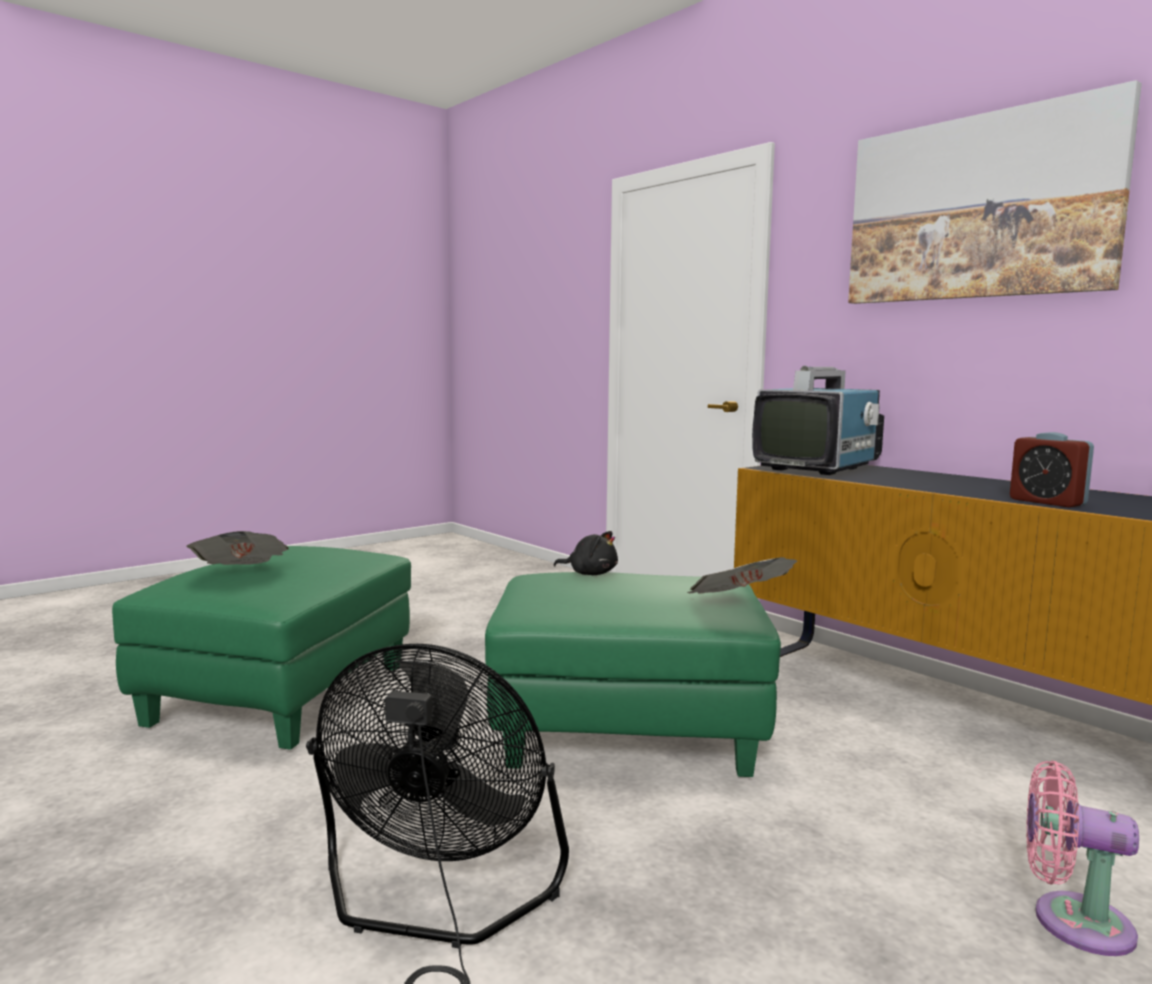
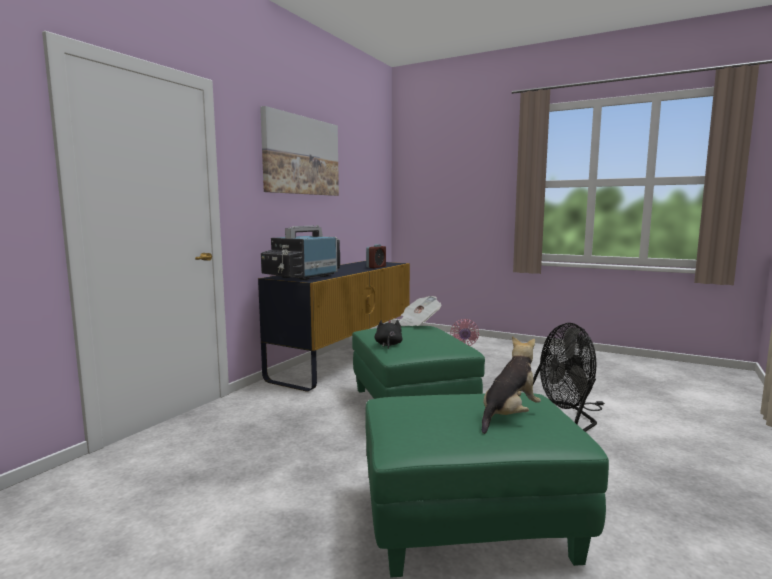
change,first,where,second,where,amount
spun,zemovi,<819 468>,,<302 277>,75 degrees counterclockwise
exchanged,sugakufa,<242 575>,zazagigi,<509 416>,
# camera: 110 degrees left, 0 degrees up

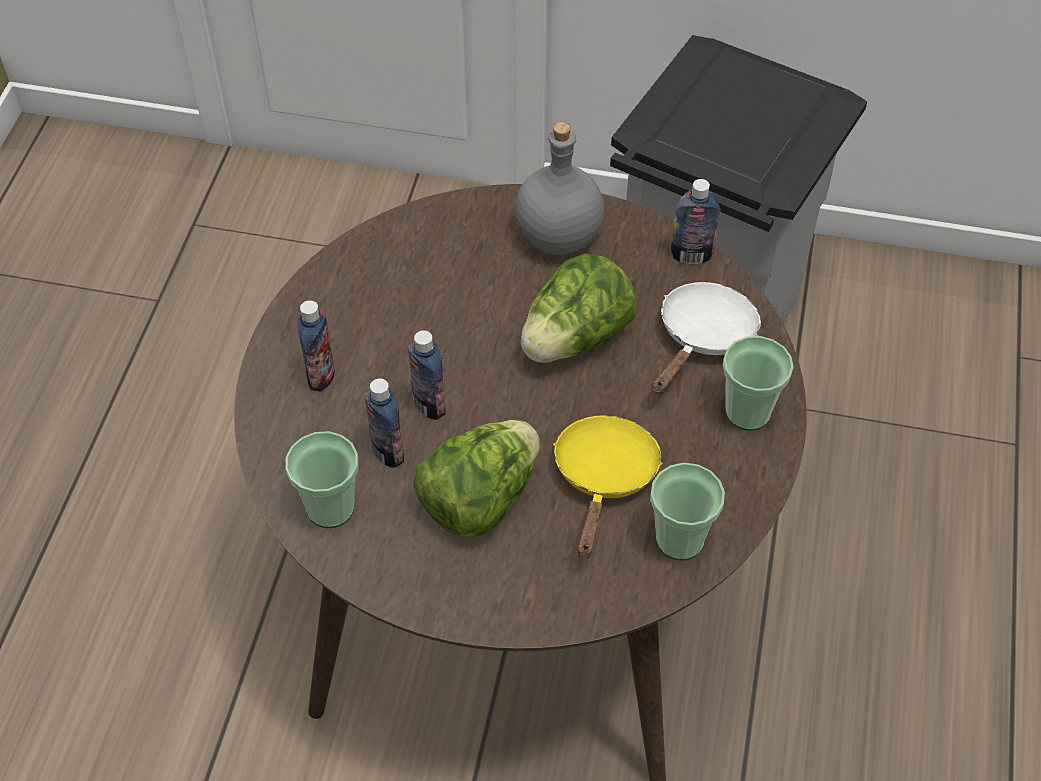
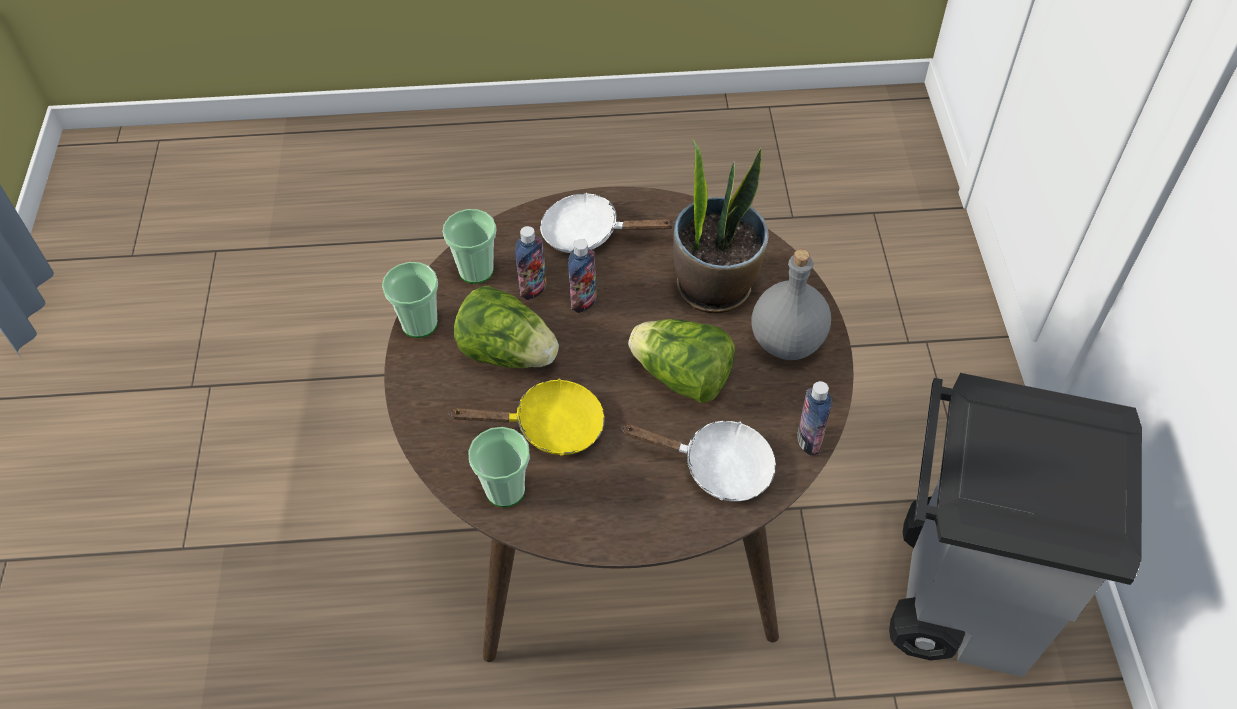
change,first,where,second,where,amount
relocated,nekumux,<748 412>,,<419 324>,
exchanged,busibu,<321 376>,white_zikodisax,<589 233>,
appeared,,,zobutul,<714 286>,
# camera: 75 degrees right, 0 degrees up

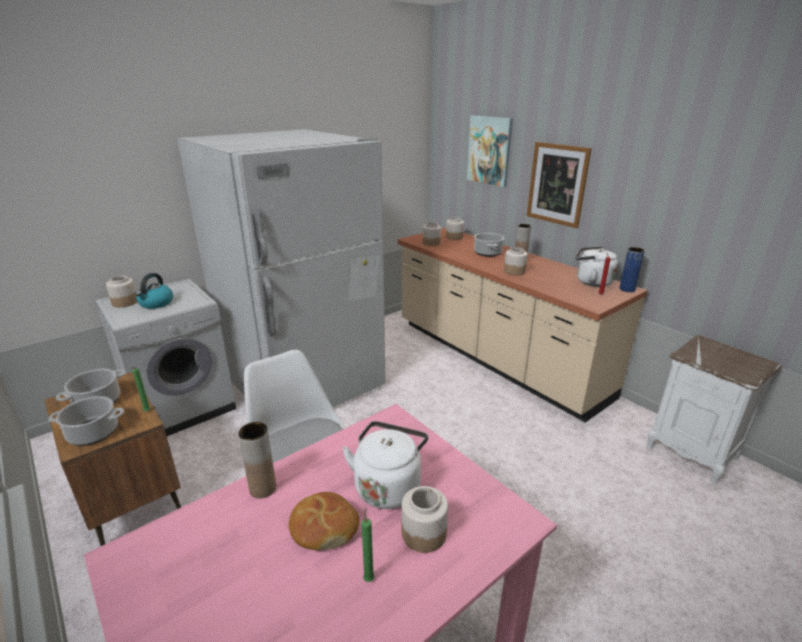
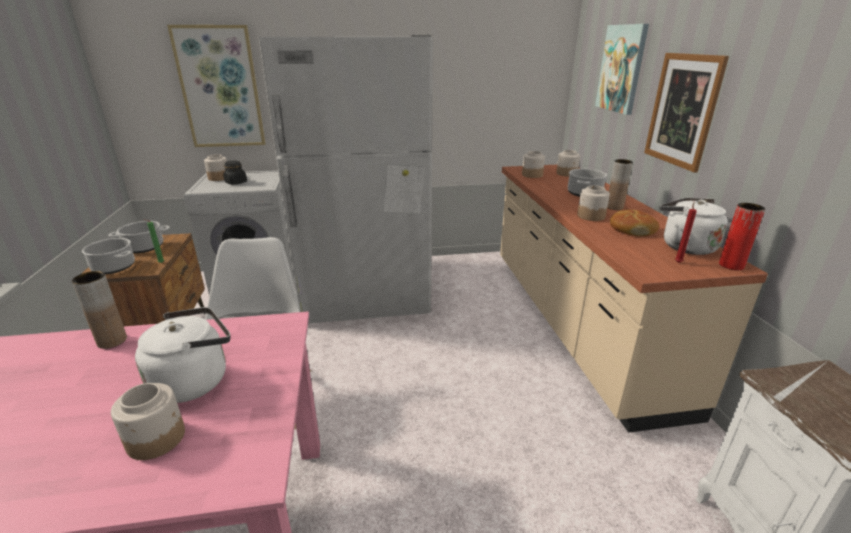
change,first,where,second,where,amount
appeared,,,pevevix,<220 88>,
exchanged,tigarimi,<156 303>,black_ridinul,<236 182>,
relocated,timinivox,<323 528>,,<631 230>,
colour,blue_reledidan,<627 289>,red_reledidan,<731 265>,
missing,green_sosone,<369 578>,,,
# camera: 30 degrees right, 0 degrees up

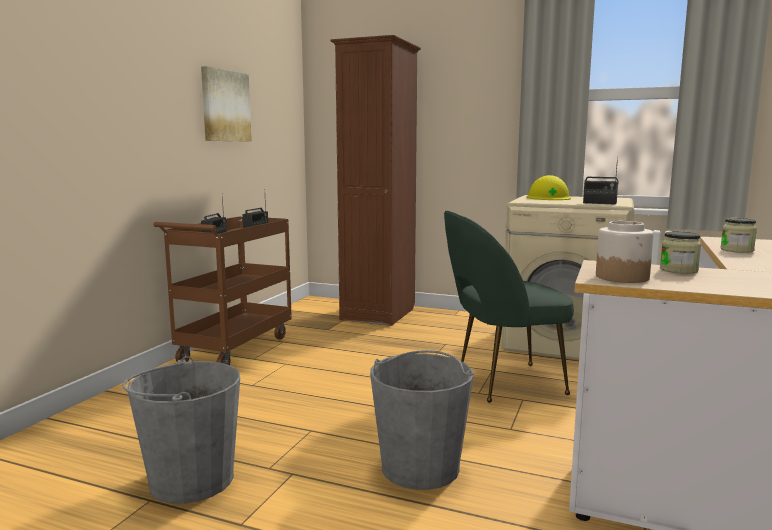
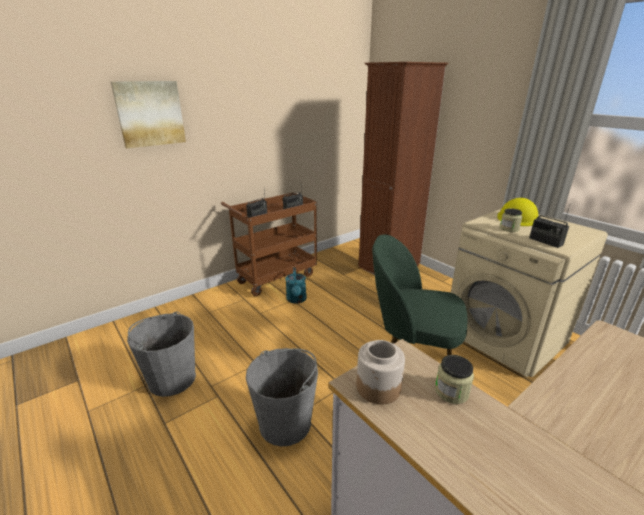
change,first,where,second,where,amount
relocated,pevevix,<225 106>,,<150 113>,
appeared,,,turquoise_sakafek,<296 300>,
relocated,ridinul,<736 250>,,<509 229>,
# camera: 30 degrees right, 15 degrees up

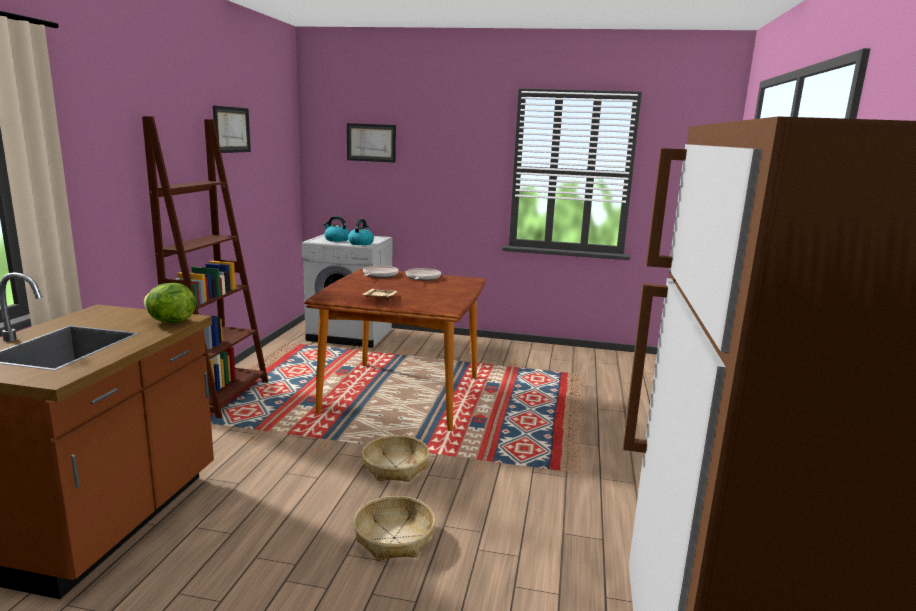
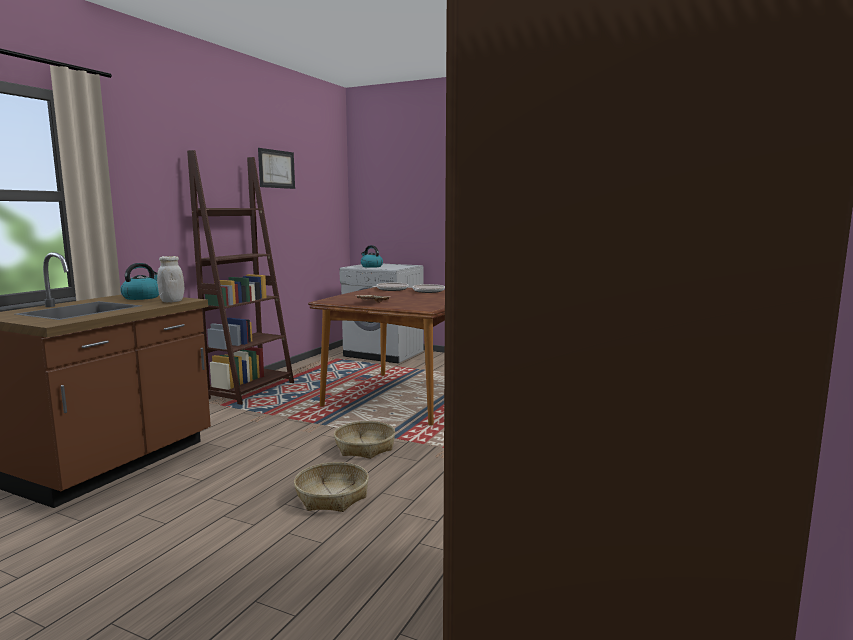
change,first,where,second,where,amount
relocated,tigarimi,<361 243>,,<142 297>,
exchanged,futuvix,<170 322>,white_ridinul,<172 301>,
missing,pevevix,<371 142>,,,
# camera: 15 degrees right, 5 degrees down

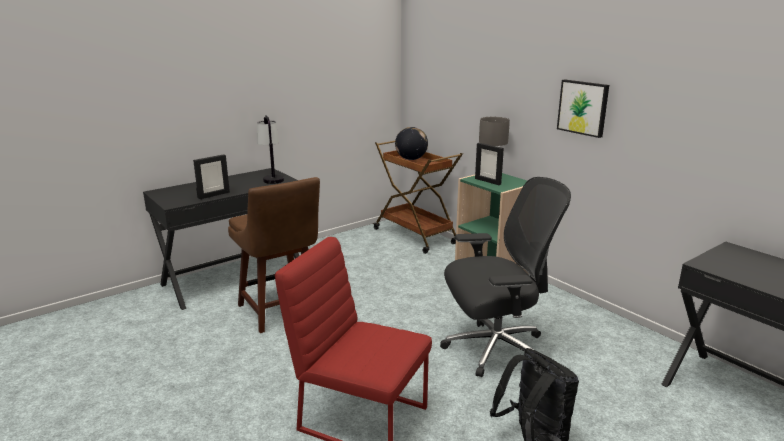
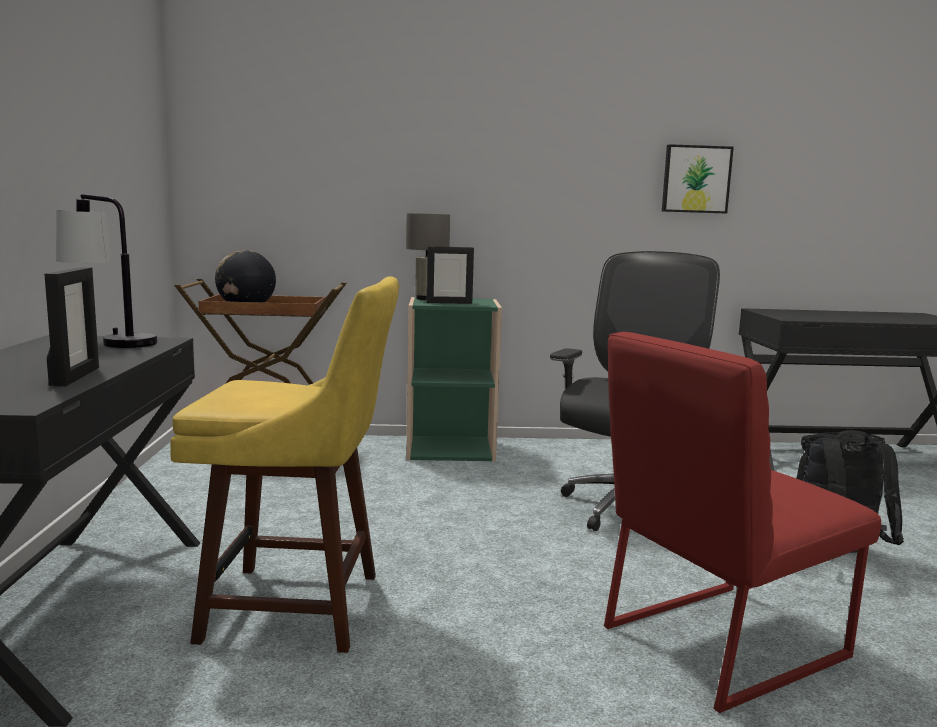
change,first,where,second,where,amount
colour,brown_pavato,<280 311>,yellow_pavato,<300 607>,
relocated,pevevix,<583 107>,,<696 179>,
# camera: 55 degrees left, 10 degrees down

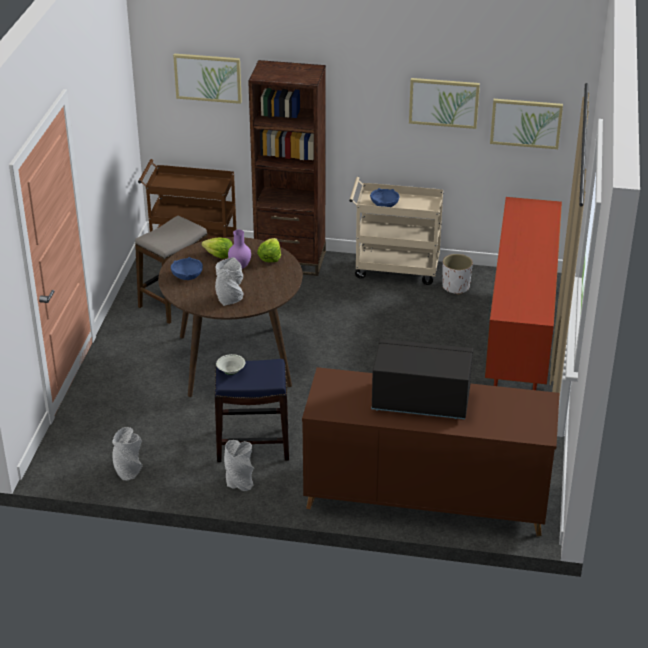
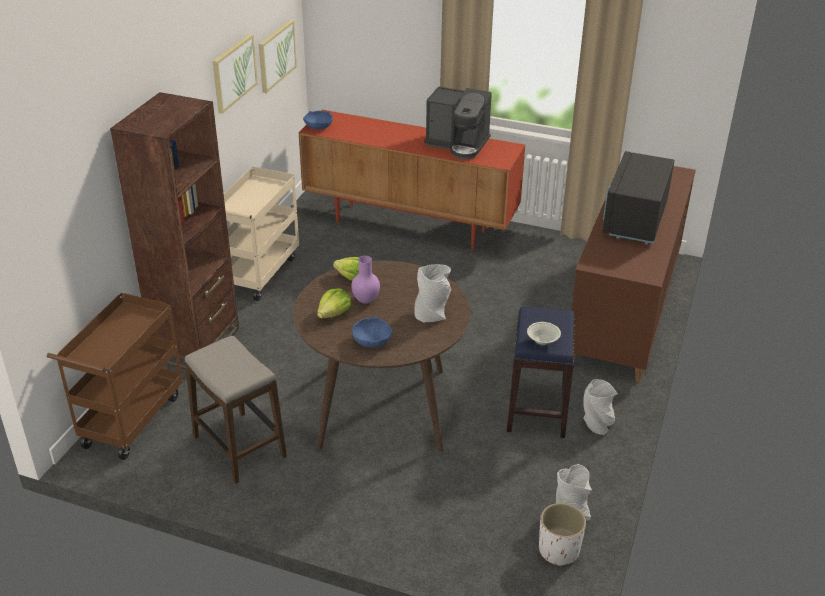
change,first,where,second,where,amount
relocated,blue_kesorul,<384 204>,,<319 127>,
appeared,,,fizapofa,<458 144>,
relocated,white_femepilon,<455 287>,,<558 551>,
missing,pevevix,<208 77>,,,
# camera: 80 degrees left, 0 degrees up

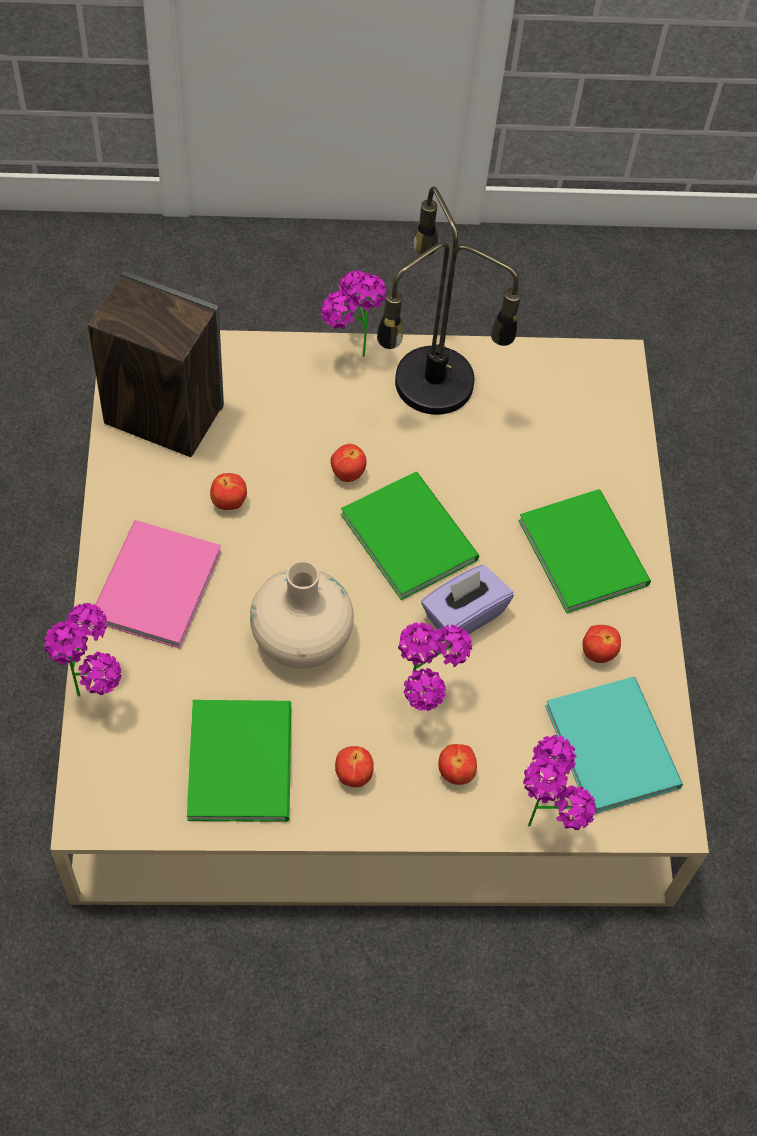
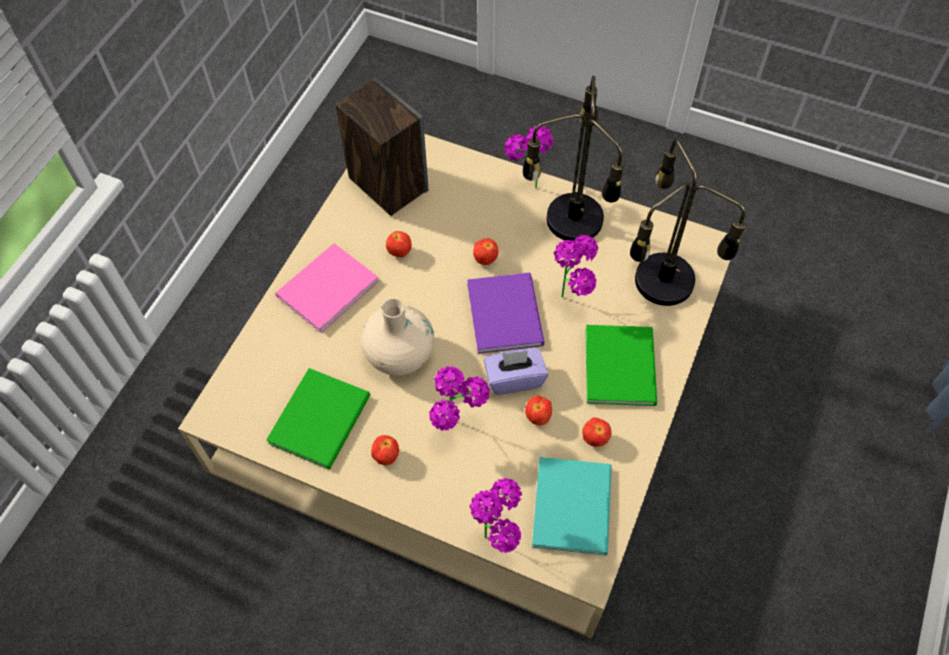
change,first,where,second,where,amount
colour,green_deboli,<409 533>,purple_deboli,<506 312>,
relocated,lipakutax,<456 773>,,<538 417>,
relocated,zobutul,<95 689>,,<573 296>,
appeared,,,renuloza,<663 281>,
# camera: 30 degrees right, 0 degrees up

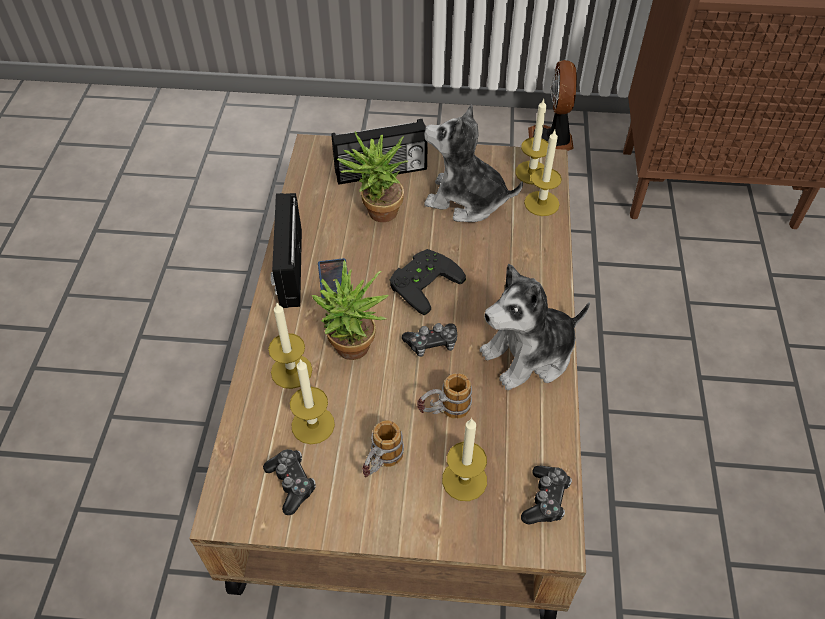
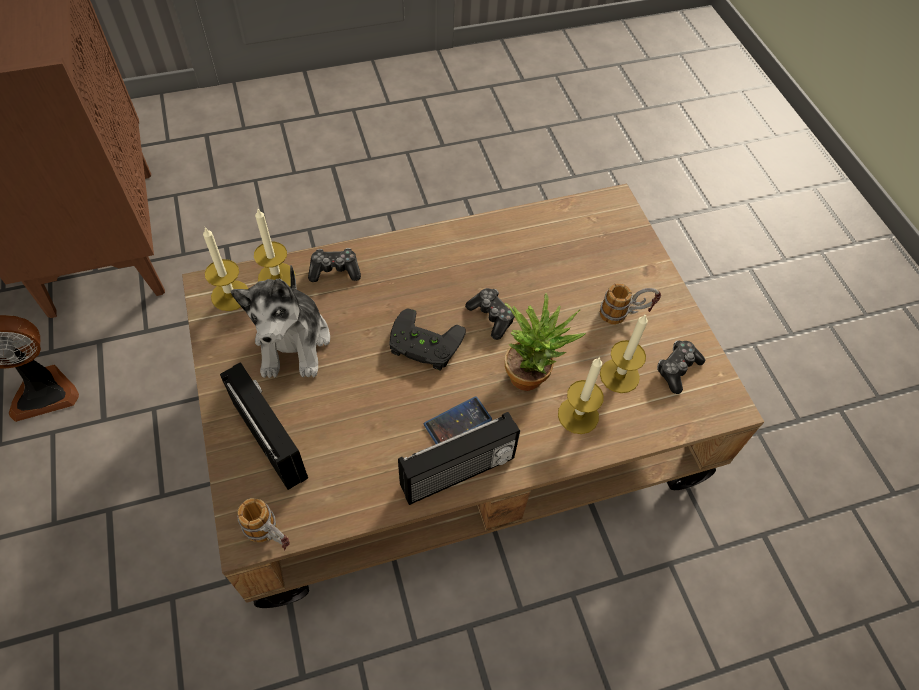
change,first,where,second,where,amount
relocated,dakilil,<443 412>,,<271 536>,
relocated,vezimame,<545 499>,,<335 270>,
missing,zobutul,<377 214>,,,
missing,sosone,<464 480>,,,
missing,zazagigi,<529 355>,,,
# camera: 115 degrees left, 5 degrees up

